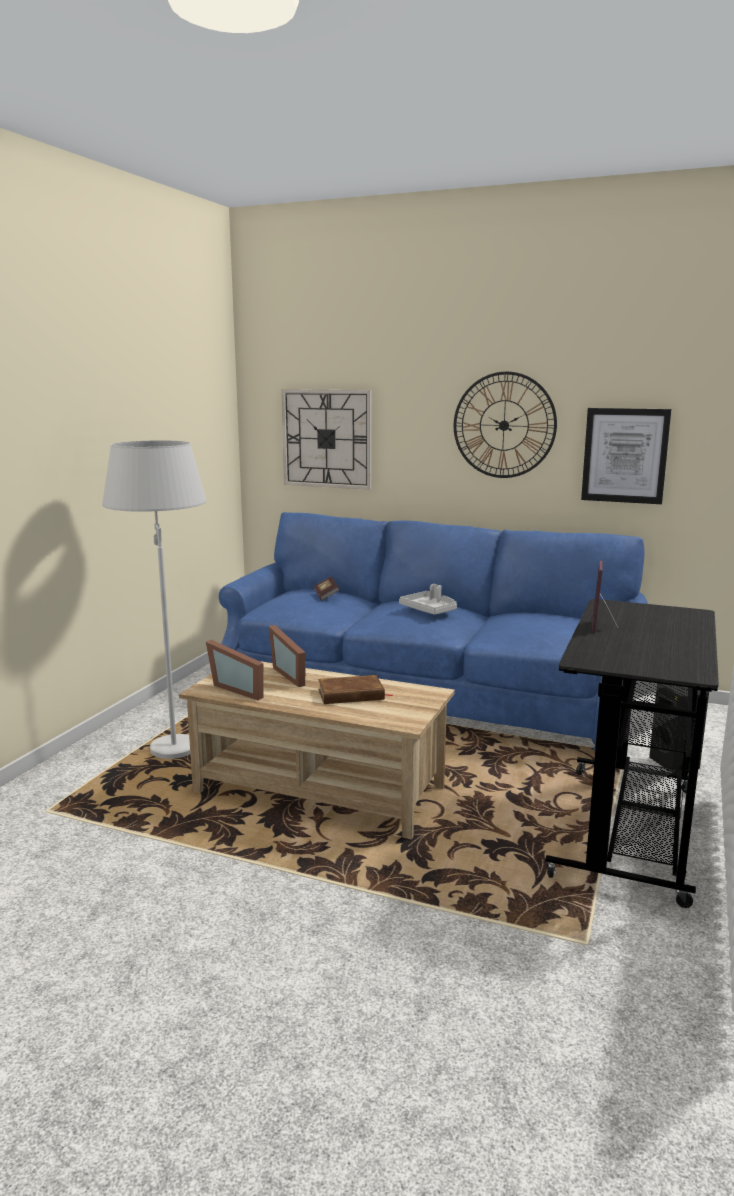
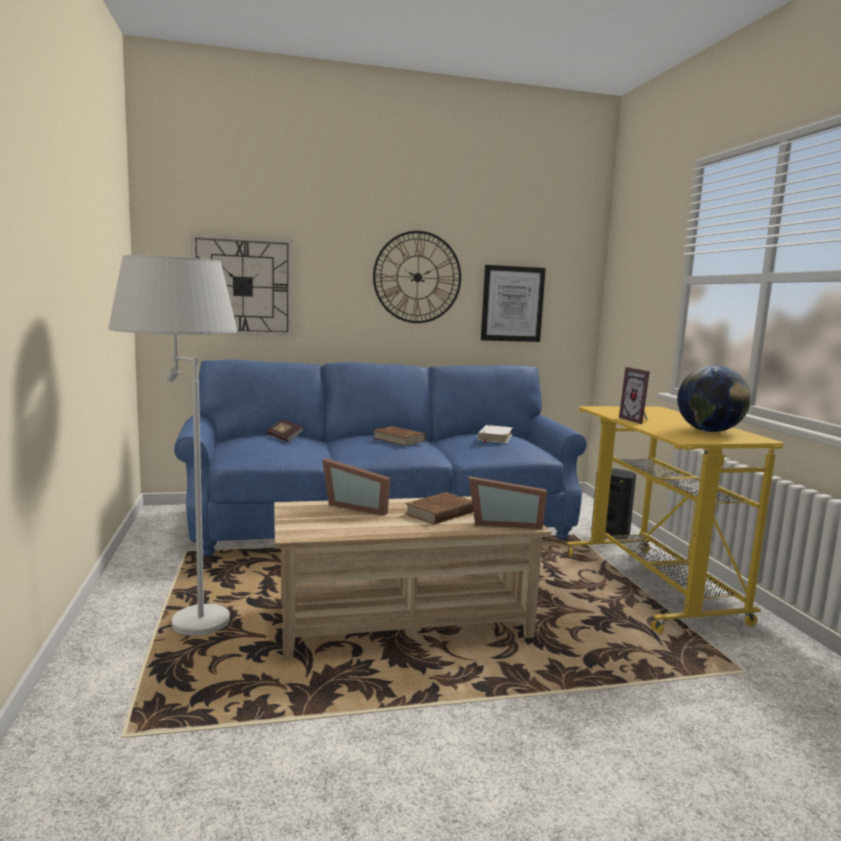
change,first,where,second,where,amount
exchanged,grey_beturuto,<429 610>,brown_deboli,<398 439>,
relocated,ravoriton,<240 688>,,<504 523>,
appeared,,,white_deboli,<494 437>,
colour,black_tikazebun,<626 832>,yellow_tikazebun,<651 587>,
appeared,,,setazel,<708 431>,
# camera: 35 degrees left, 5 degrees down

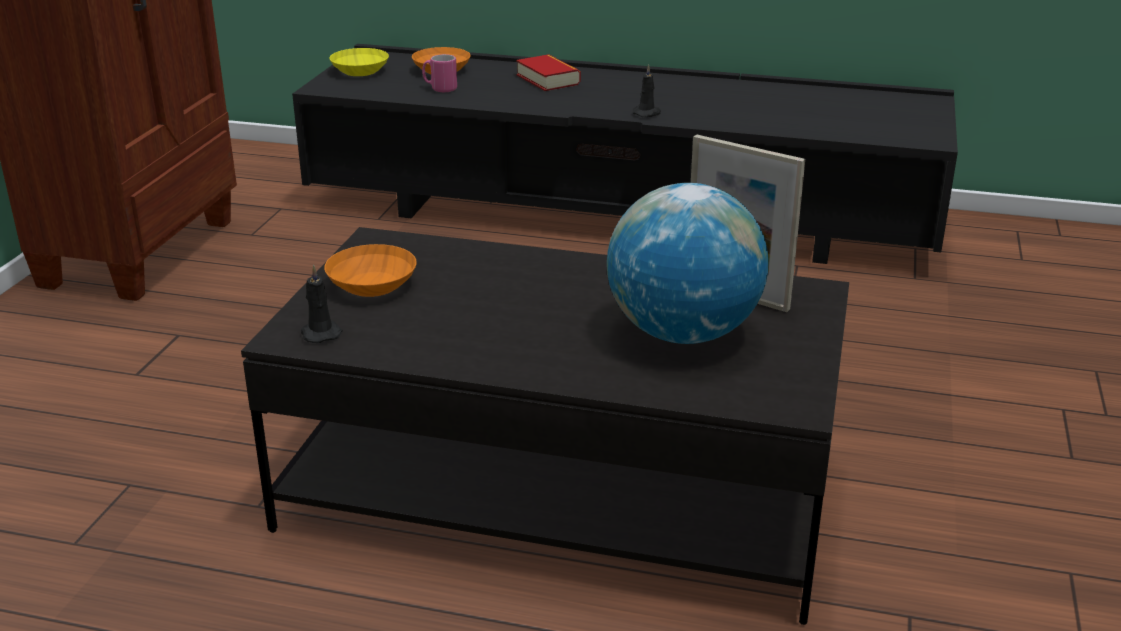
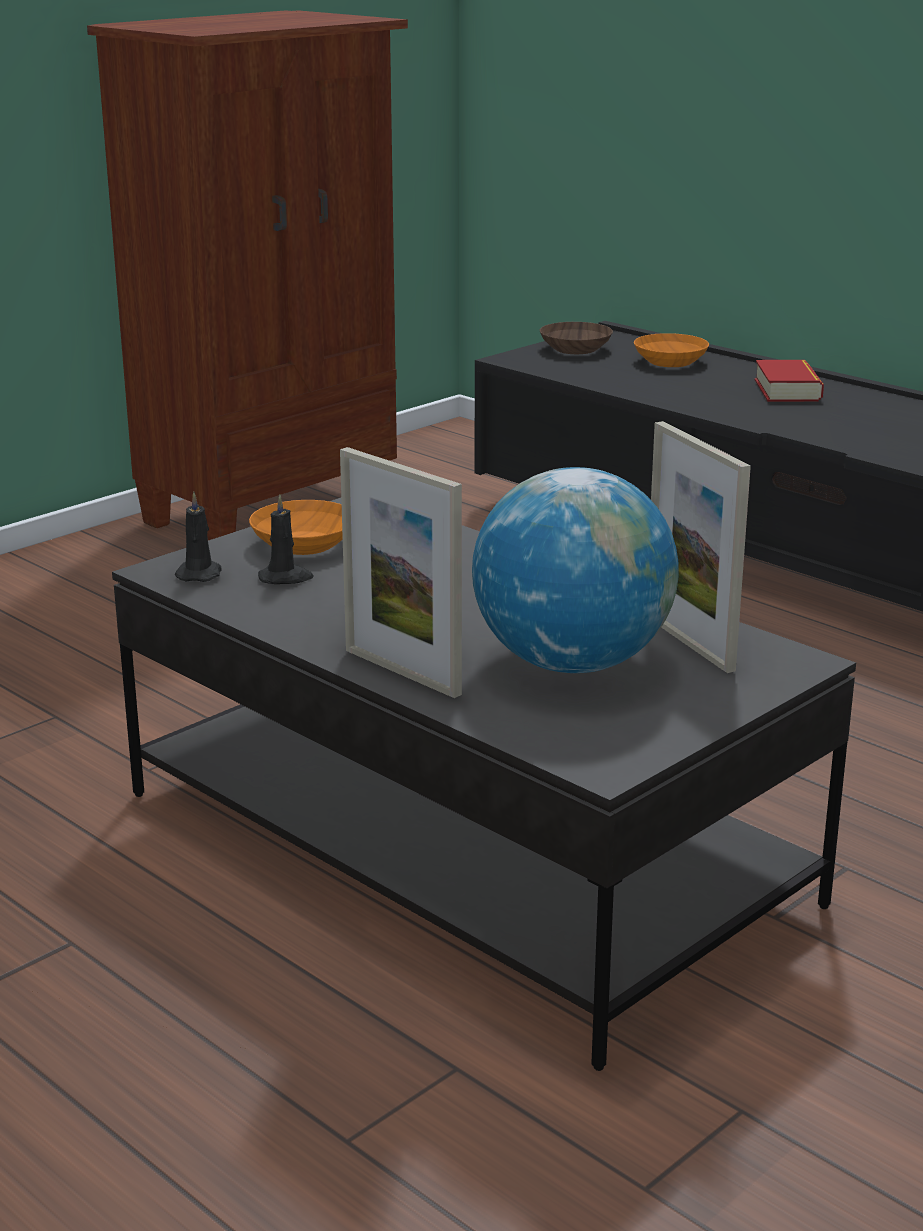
change,first,where,second,where,amount
relocated,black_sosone,<647 113>,,<286 578>,
appeared,,,ravoriton,<402 672>,
colour,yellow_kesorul,<360 72>,brown_kesorul,<575 350>,
missing,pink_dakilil,<440 89>,,,
# camera: 30 degrees right, 5 degrees down

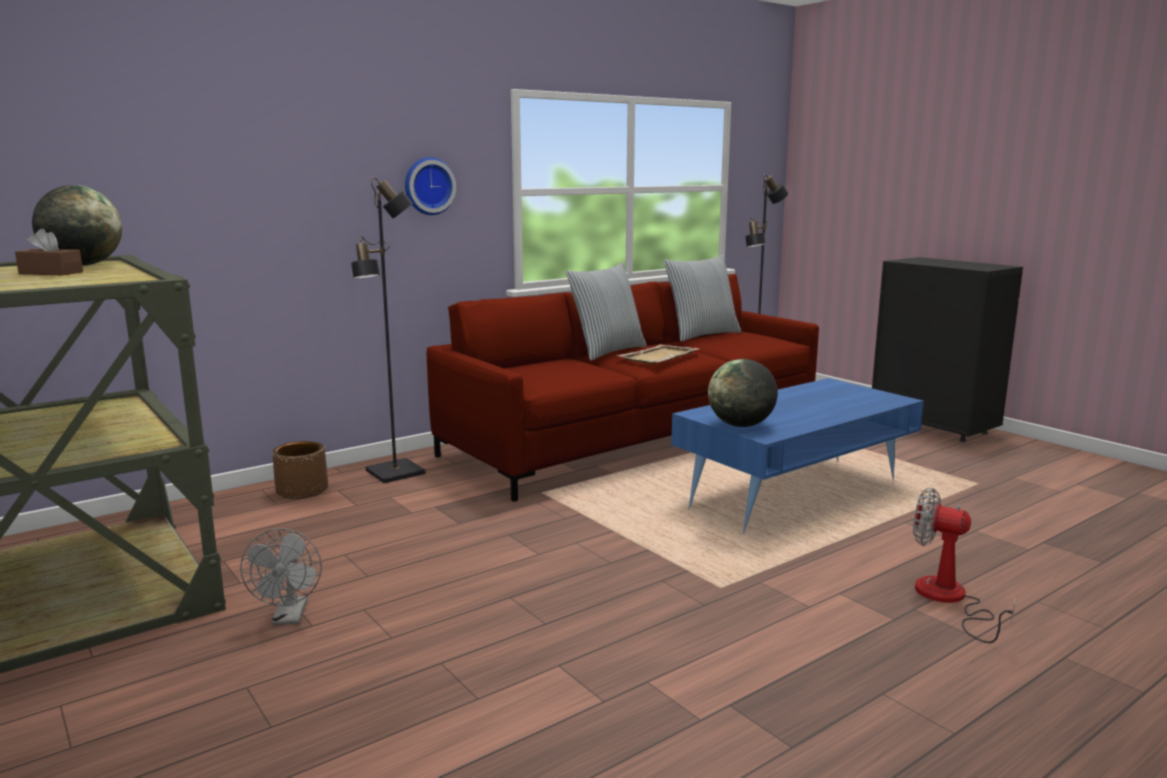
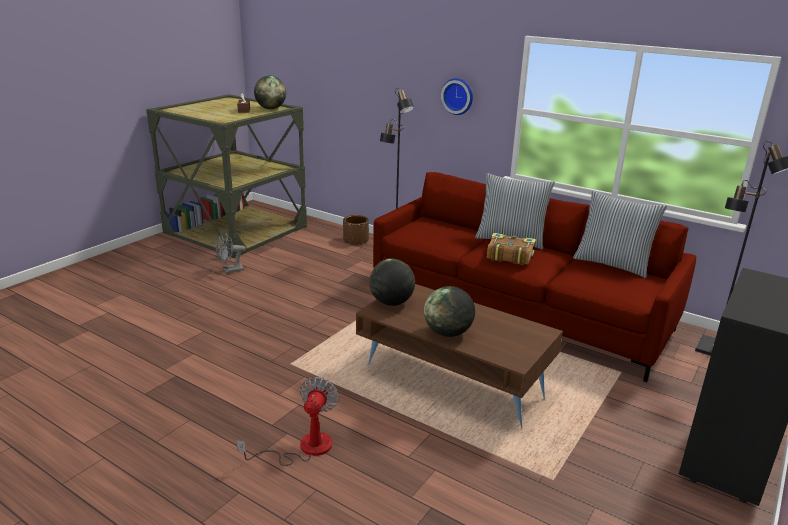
change,first,where,second,where,amount
colour,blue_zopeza,<794 494>,brown_zopeza,<453 382>,
appeared,,,setazel,<448 333>,
exchanged,beige_beturuto,<658 357>,deboli,<509 256>,
# camera: 70 degrees right, 10 degrees up

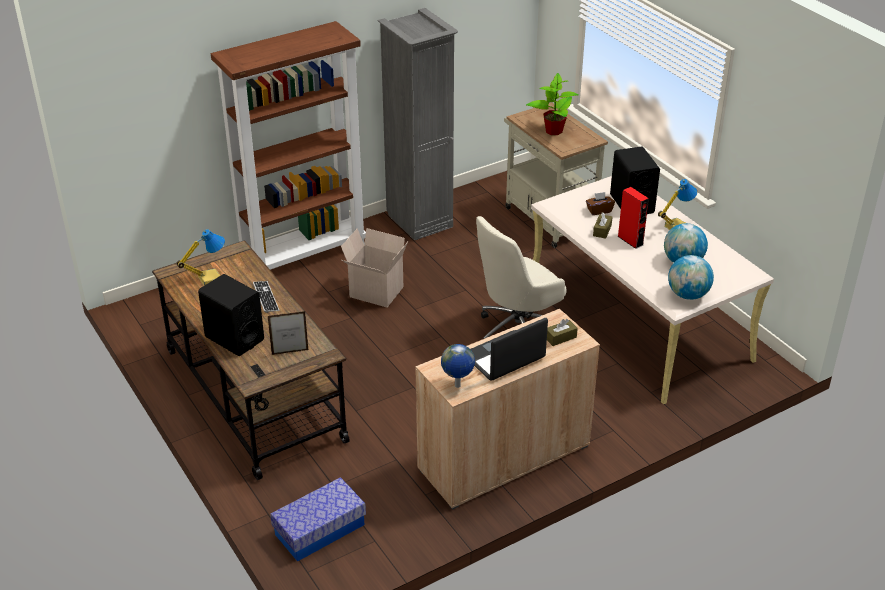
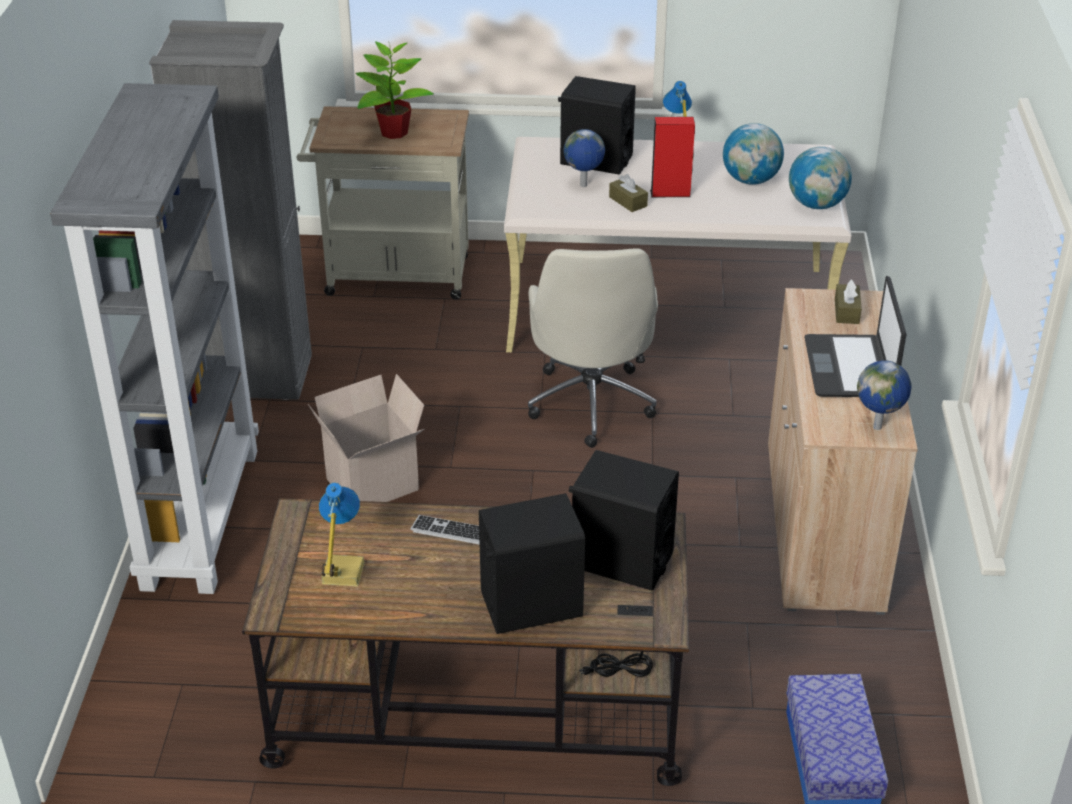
change,first,where,second,where,amount
colour,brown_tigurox,<304 255>,grey_tigurox,<199 516>,
exchanged,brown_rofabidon,<599 210>,setazel,<583 186>,
exchanged,ravoriton,<290 352>,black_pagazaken,<621 560>,
# camera: 55 degrees left, 0 degrees up

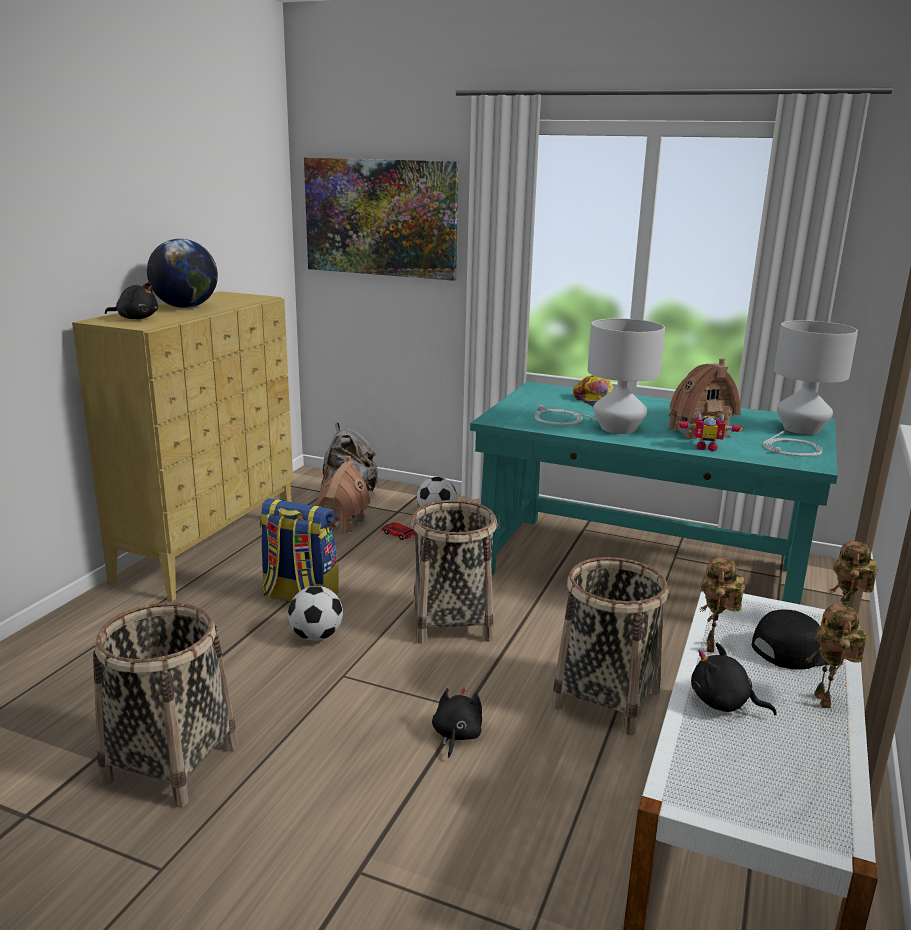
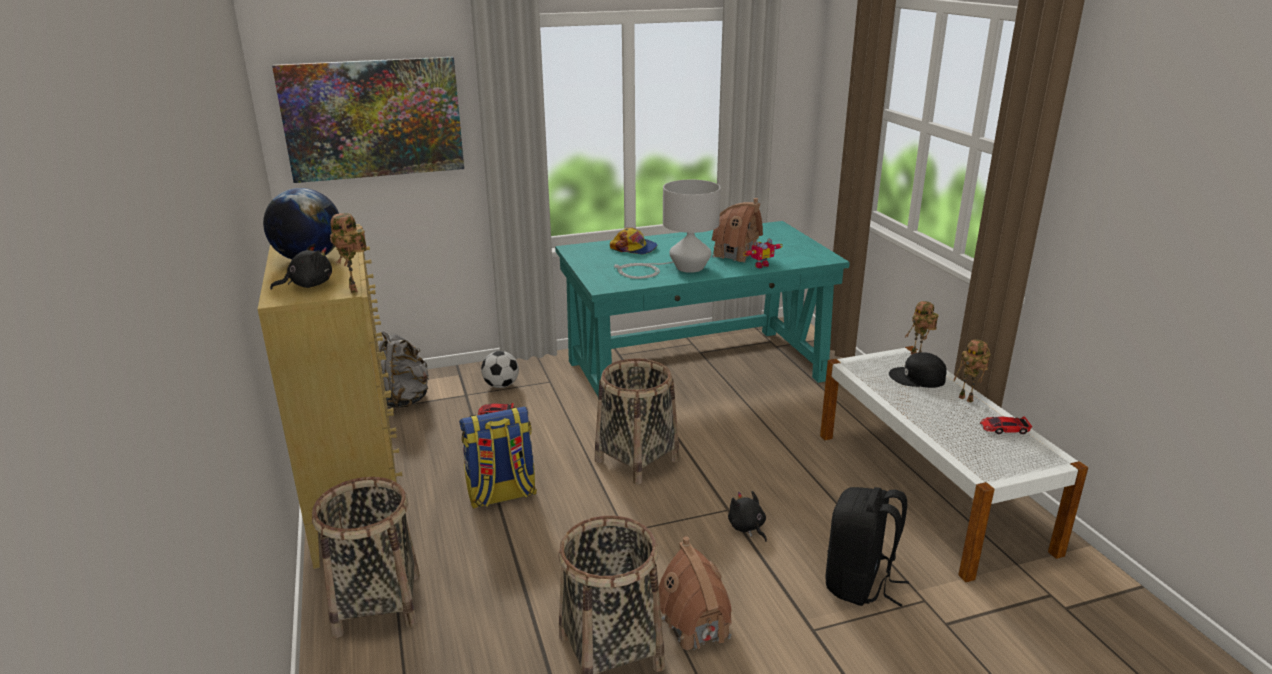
change,first,where,second,where,amount
relocated,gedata,<605 699>,,<377 604>,
relocated,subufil,<713 648>,,<355 289>,
relocated,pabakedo,<341 523>,,<695 627>,
appeared,,,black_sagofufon,<860 584>,
spun,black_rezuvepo,<793 649>,,<917 378>,105 degrees counterclockwise
appeared,,,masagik,<1004 429>,
missing,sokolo,<316 636>,,,
missing,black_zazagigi,<724 703>,,,
missing,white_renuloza,<797 436>,,,
# camera: 40 degrees left, 5 degrees up

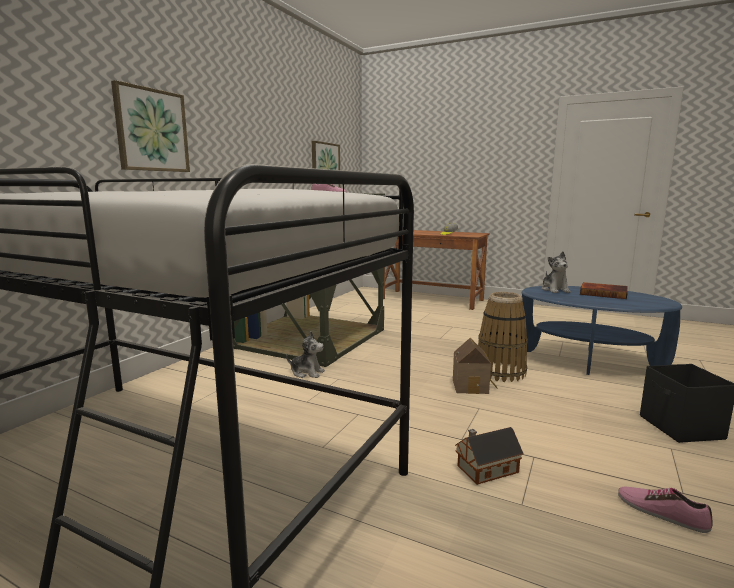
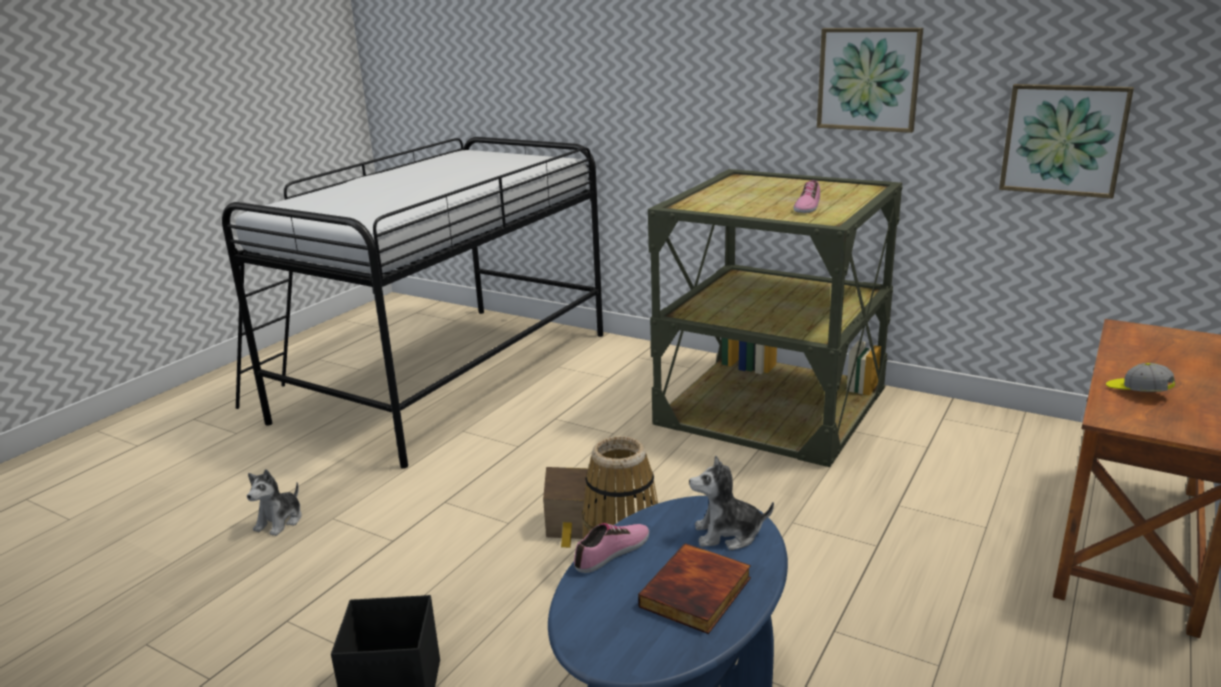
change,first,where,second,where,amount
relocated,zazagigi,<307 373>,,<280 521>,
relocated,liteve,<661 512>,,<613 552>,
relocated,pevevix,<151 130>,,<868 79>,
missing,pabakedo,<485 469>,,,
# camera: 95 degrees right, 10 degrees up

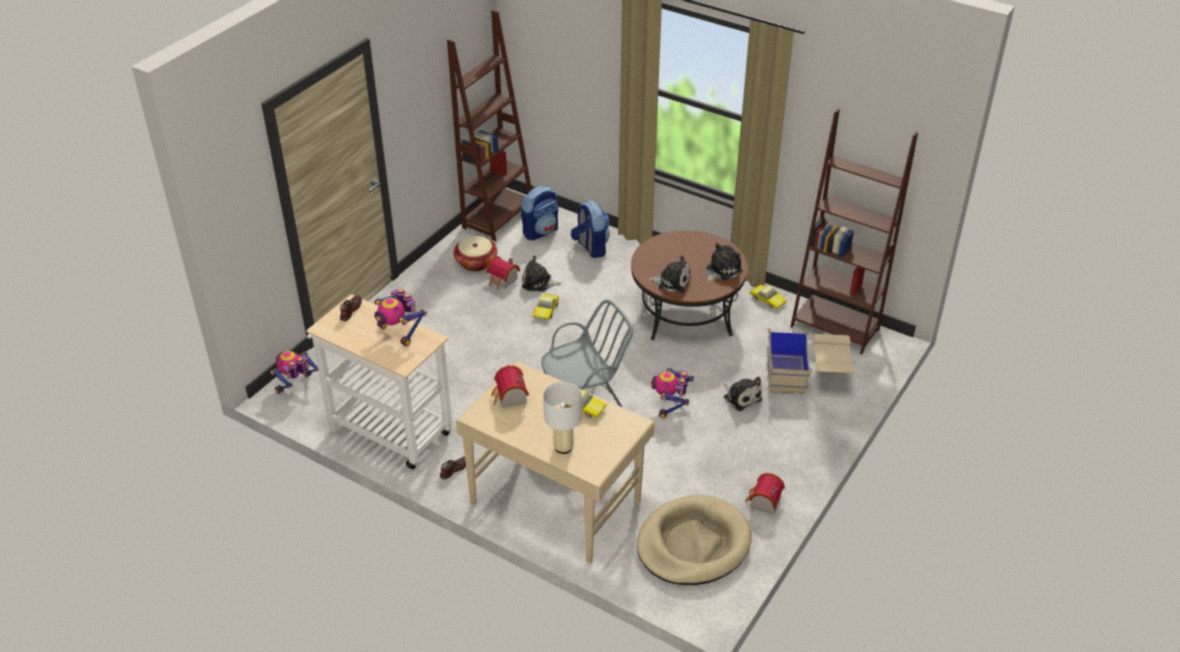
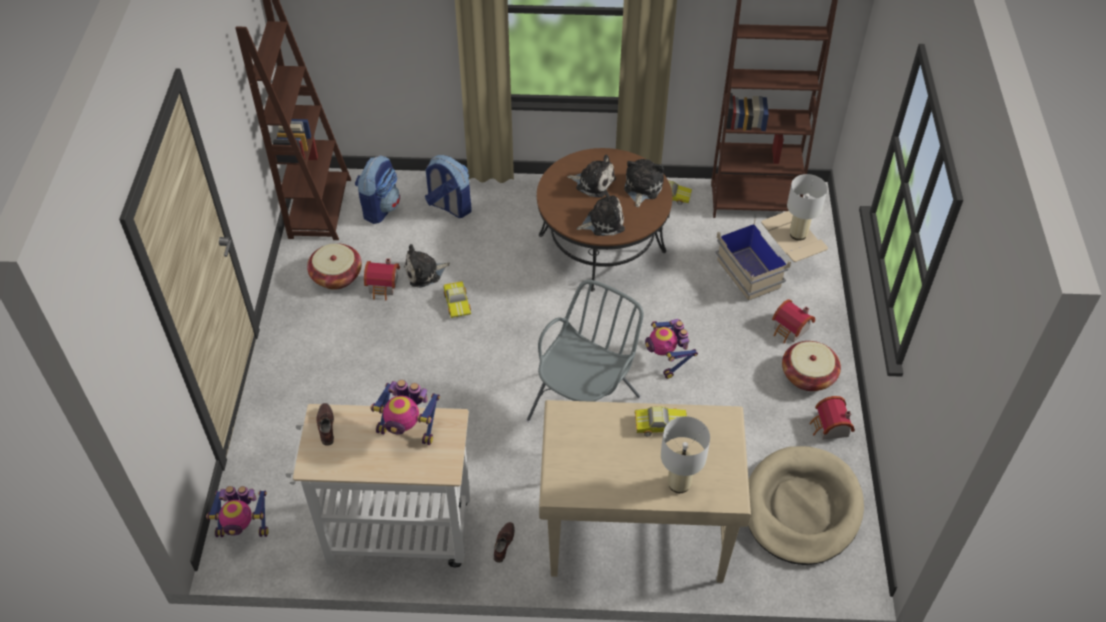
change,first,where,second,where,amount
spun,subufil,<296 386>,,<244 527>,105 degrees counterclockwise
relocated,zazagigi,<741 397>,,<593 182>,
relocated,pabakedo,<510 398>,,<790 330>,
appeared,,,gedata,<808 376>,
appeared,,,white_renuloza,<798 234>,
# camera: 30 degrees left, 10 degrees up

